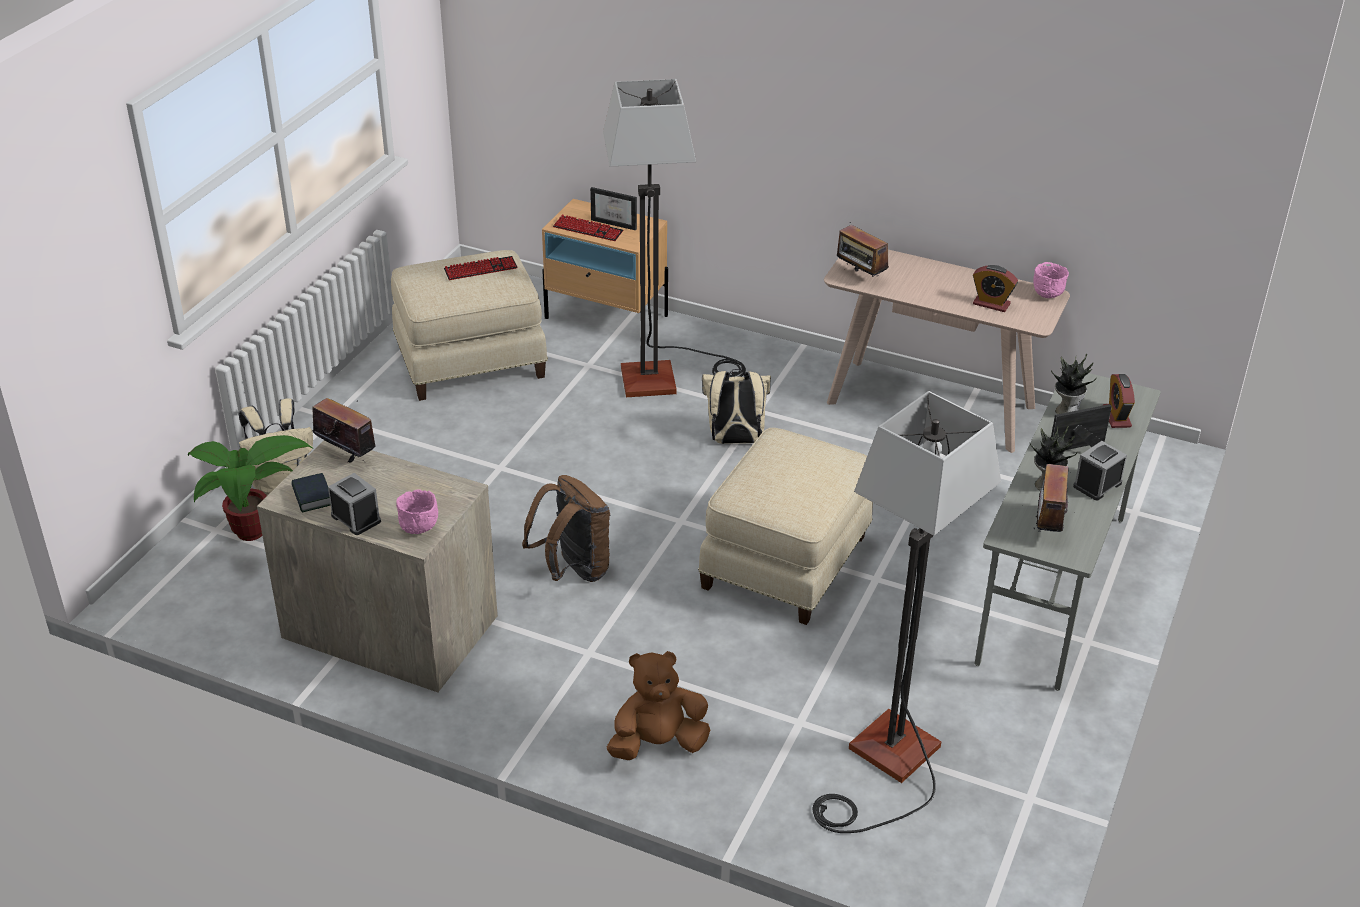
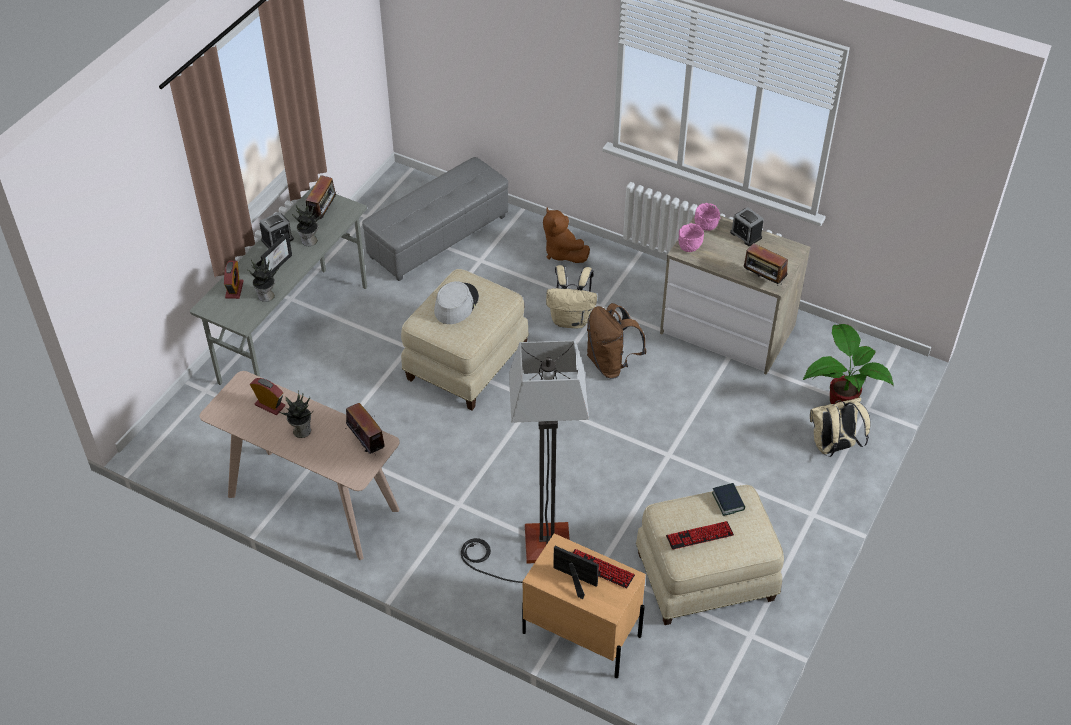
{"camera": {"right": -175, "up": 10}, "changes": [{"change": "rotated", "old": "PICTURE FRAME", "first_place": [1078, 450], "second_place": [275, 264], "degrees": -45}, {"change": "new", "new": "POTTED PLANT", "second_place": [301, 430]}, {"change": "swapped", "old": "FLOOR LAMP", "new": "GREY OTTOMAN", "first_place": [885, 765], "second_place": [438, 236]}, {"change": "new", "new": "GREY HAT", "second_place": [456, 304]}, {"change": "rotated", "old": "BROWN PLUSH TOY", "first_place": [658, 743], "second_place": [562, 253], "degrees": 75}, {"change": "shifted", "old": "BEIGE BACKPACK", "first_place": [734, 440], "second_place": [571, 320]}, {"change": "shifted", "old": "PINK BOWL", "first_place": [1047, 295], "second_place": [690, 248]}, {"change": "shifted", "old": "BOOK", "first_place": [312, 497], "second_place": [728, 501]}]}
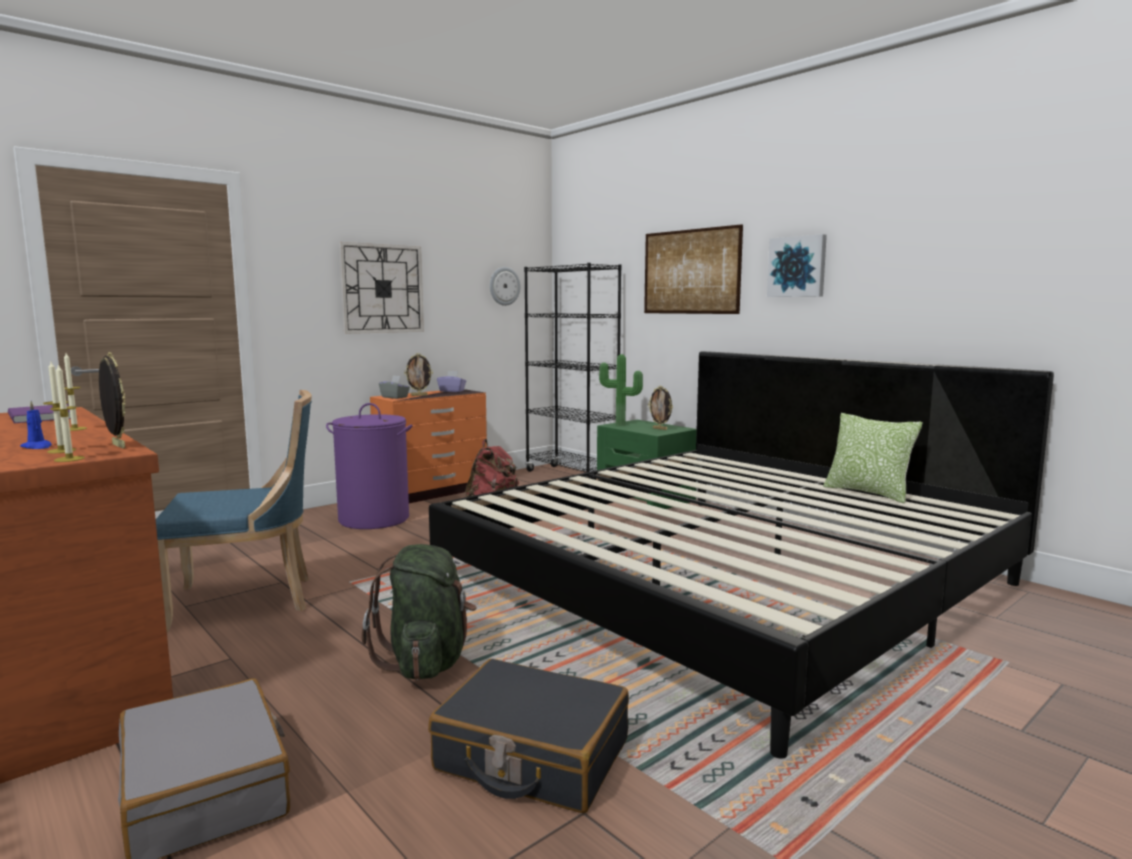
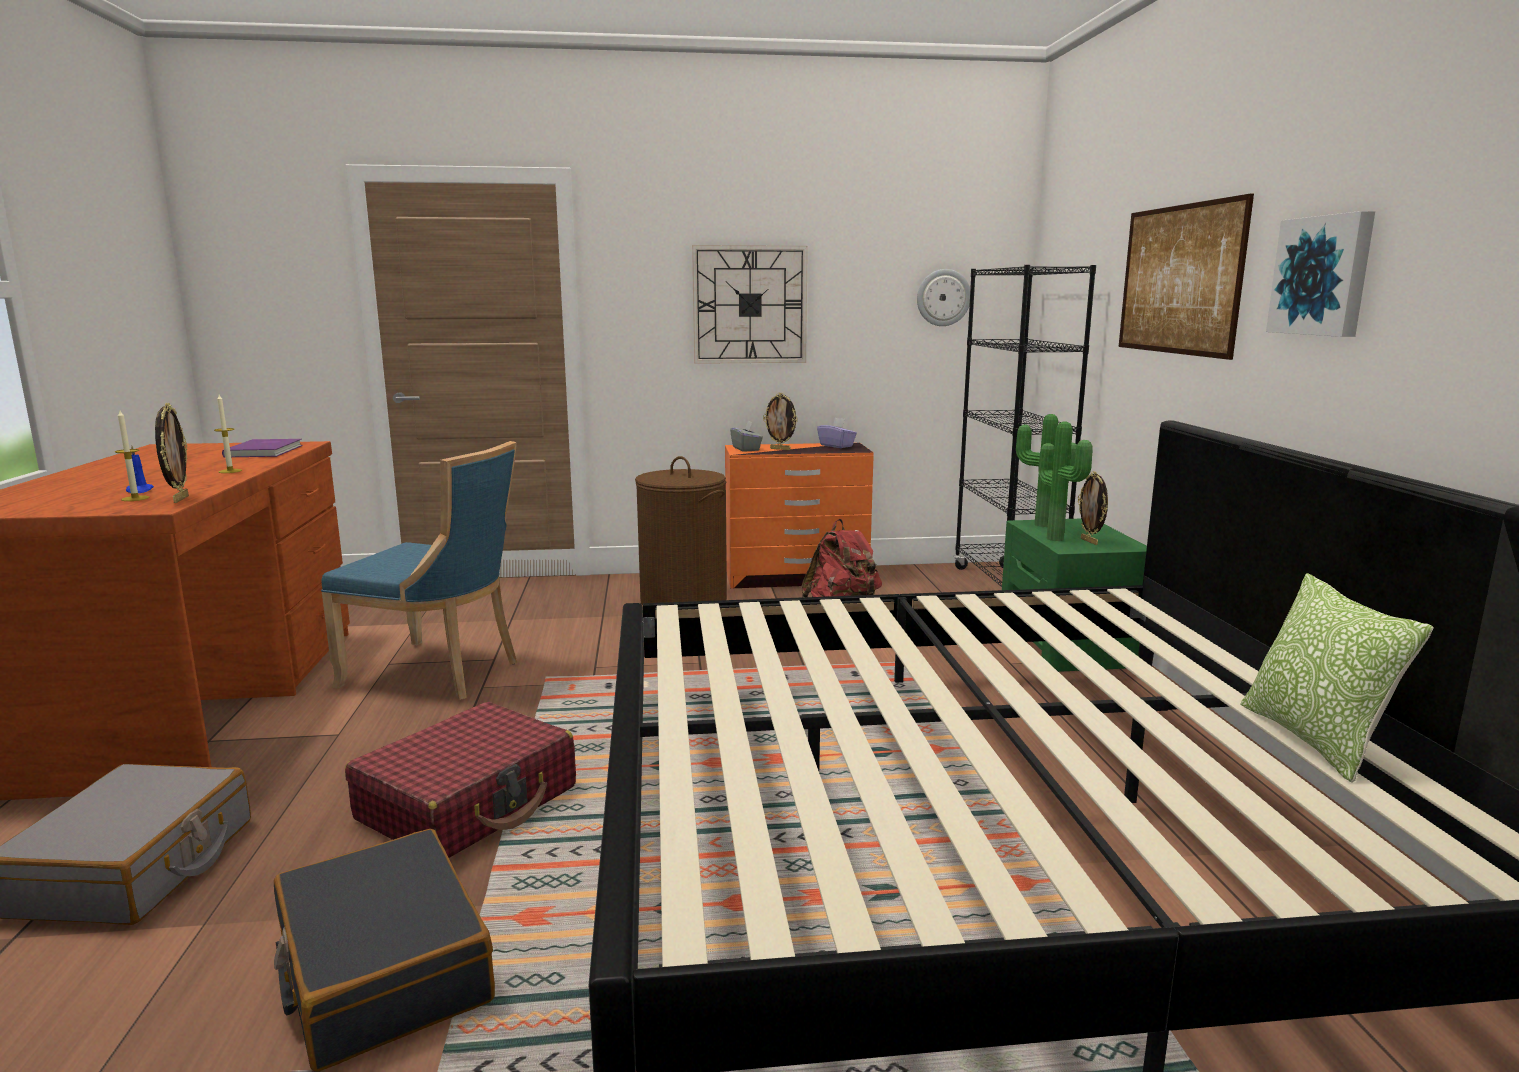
{"camera": {"right": 35, "up": 5}, "changes": [{"change": "swapped", "old": "GREEN BACKPACK", "new": "RED SUITCASE", "first_place": [426, 662], "second_place": [469, 803]}, {"change": "repainted", "old": "PURPLE LAUNDRY BASKET", "new": "BROWN LAUNDRY BASKET", "first_place": [373, 519], "second_place": [683, 601]}, {"change": "new", "new": "POTTED PLANT", "second_place": [1057, 538]}, {"change": "gone", "old": "CANDLE", "first_place": [69, 459]}]}
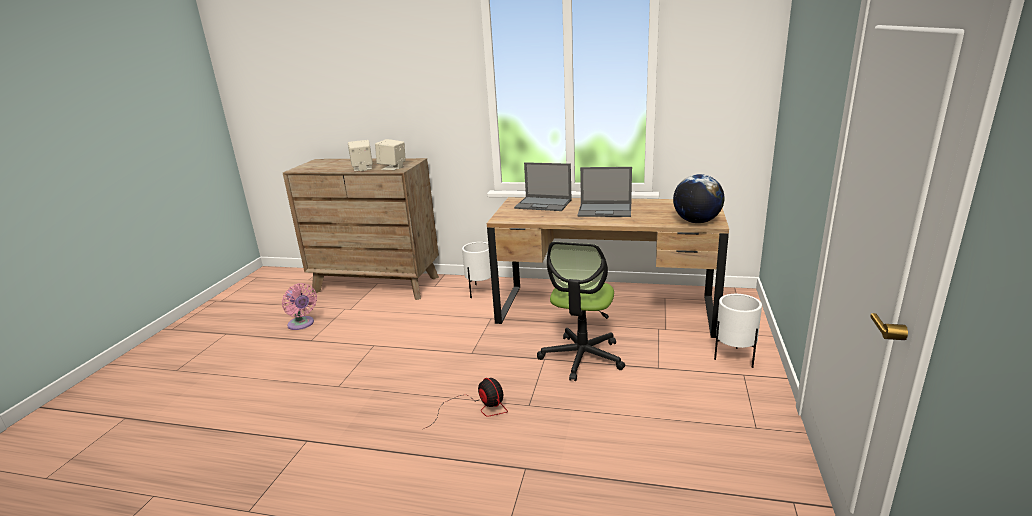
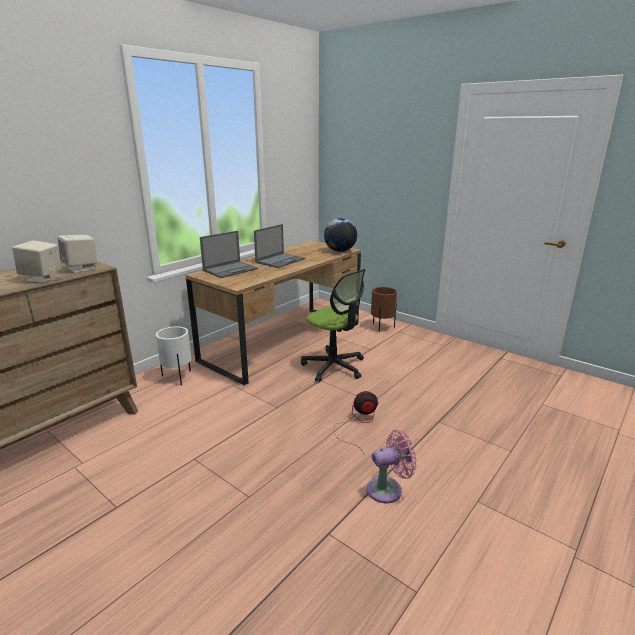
{"camera": {"right": -65, "up": 0}, "changes": [{"change": "shifted", "old": "PINK FAN", "first_place": [302, 324], "second_place": [388, 489]}, {"change": "repainted", "old": "WHITE PLANTER", "new": "BROWN PLANTER", "first_place": [734, 359], "second_place": [382, 328]}]}
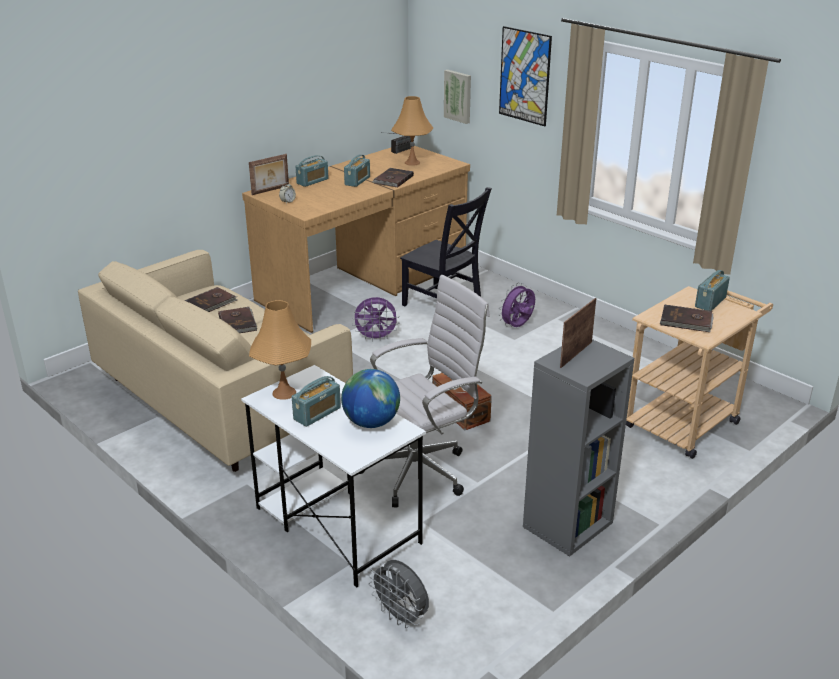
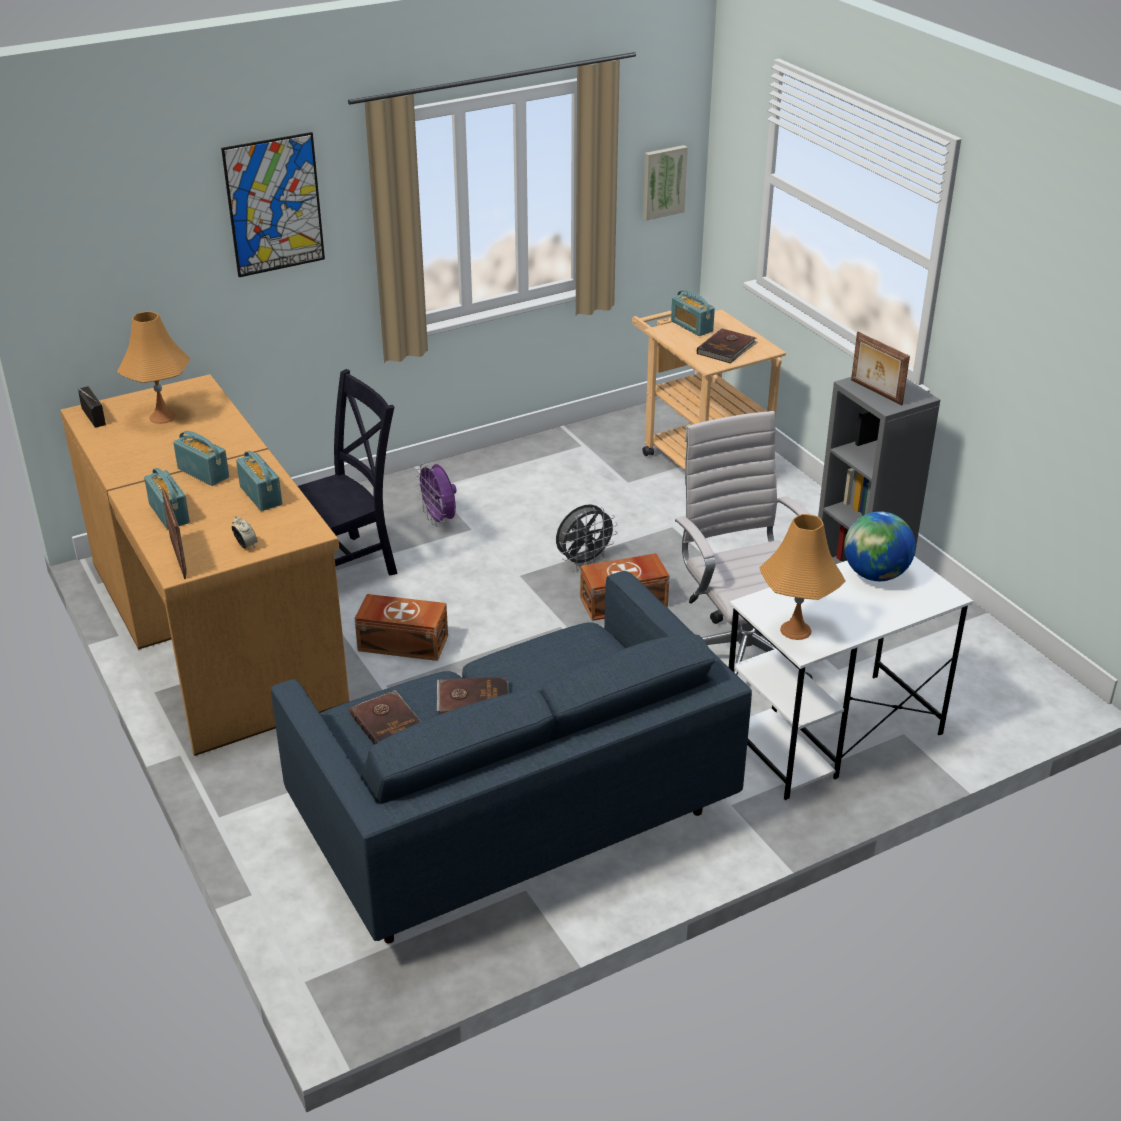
{"camera": {"right": -75, "up": 5}, "changes": [{"change": "shifted", "old": "RADIO", "first_place": [317, 413], "second_place": [261, 496]}, {"change": "repainted", "old": "BEIGE SOFA", "new": "BLUE SOFA", "first_place": [222, 401], "second_place": [511, 815]}, {"change": "swapped", "old": "PURPLE FAN", "new": "BROWN STORAGE BOX", "first_place": [376, 338], "second_place": [402, 642]}, {"change": "shifted", "old": "GREY FAN", "first_place": [401, 617], "second_place": [584, 561]}, {"change": "shifted", "old": "PICTURE", "first_place": [458, 96], "second_place": [663, 181]}, {"change": "gone", "old": "BROWN BOOK", "first_place": [393, 179]}]}
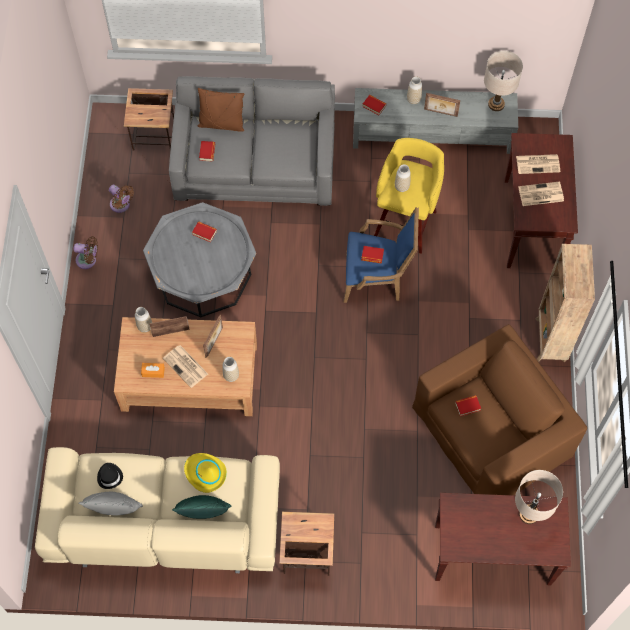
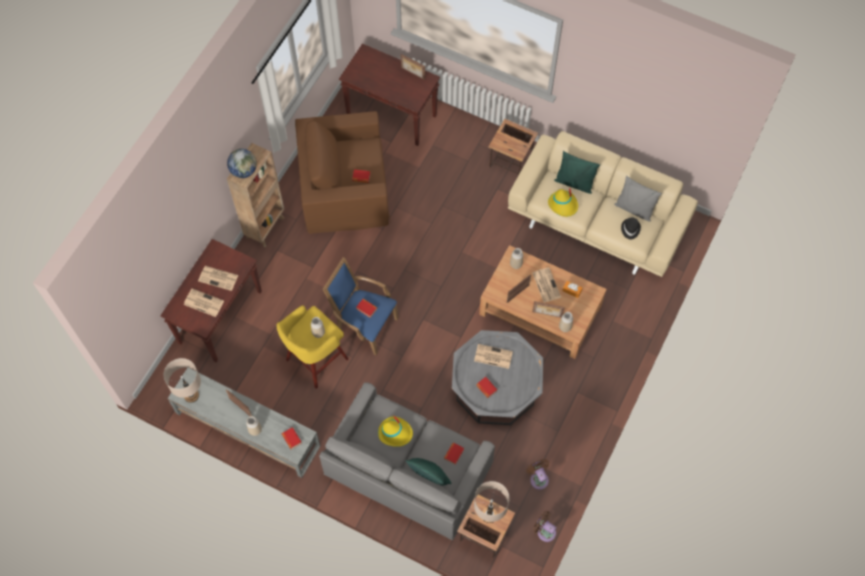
{"camera": {"right": -155, "up": 0}, "changes": [{"change": "new", "new": "GLOBE", "second_place": [244, 171]}, {"change": "new", "new": "YELLOW HAT", "second_place": [395, 433]}, {"change": "new", "new": "PICTURE FRAME", "second_place": [412, 74]}, {"change": "repainted", "old": "BROWN PILLOW", "new": "GREEN PILLOW", "first_place": [221, 124], "second_place": [429, 476]}, {"change": "new", "new": "NEWSPAPER", "second_place": [492, 356]}, {"change": "shifted", "old": "BEIGE TABLE LAMP", "first_place": [529, 514], "second_place": [489, 515]}, {"change": "shifted", "old": "BROWN FAN", "first_place": [88, 260], "second_place": [544, 531]}]}
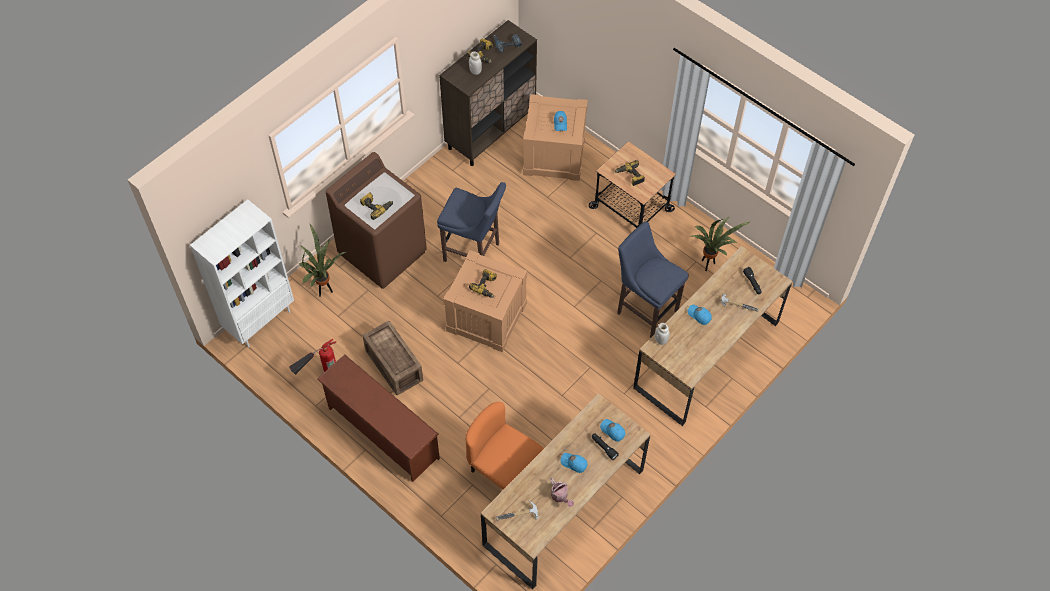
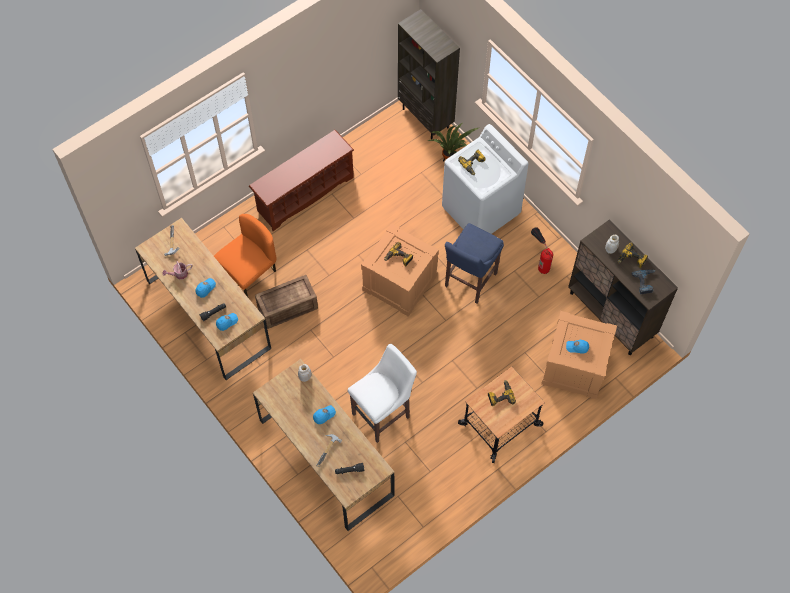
{"camera": {"right": 100, "up": 5}, "changes": [{"change": "shifted", "old": "CRATE", "first_place": [393, 366], "second_place": [286, 307]}, {"change": "repainted", "old": "BLUE STOOL", "new": "WHITE STOOL", "first_place": [645, 310], "second_place": [383, 414]}, {"change": "repainted", "old": "WHITE BOOKCASE", "new": "BROWN BOOKCASE", "first_place": [260, 321], "second_place": [426, 118]}, {"change": "repainted", "old": "BROWN WASHING MACHINE", "new": "WHITE WASHING MACHINE", "first_place": [383, 252], "second_place": [481, 211]}, {"change": "shifted", "old": "FIRE EXTINGUISHER", "first_place": [318, 374], "second_place": [539, 259]}, {"change": "gone", "old": "POTTED PLANT", "first_place": [708, 265]}]}
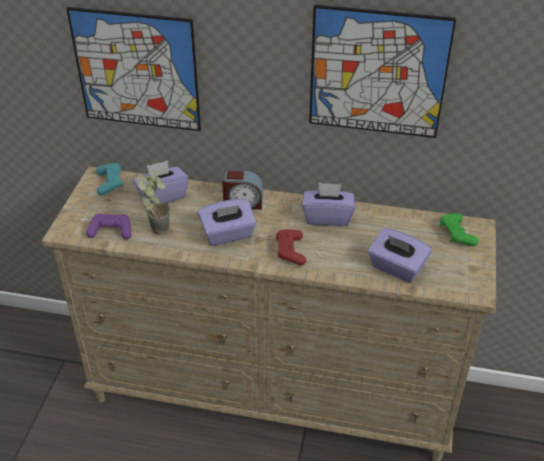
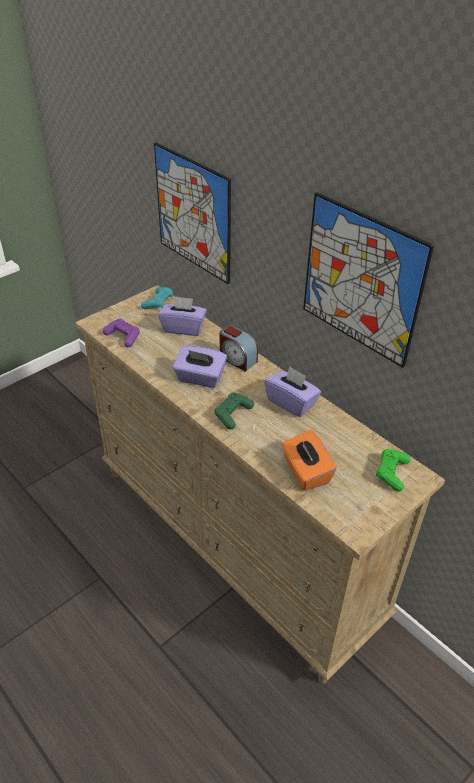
{"camera": {"right": 35, "up": 0}, "changes": [{"change": "repainted", "old": "RED GAME CONTROLLER", "new": "GREEN GAME CONTROLLER", "first_place": [290, 251], "second_place": [233, 414]}, {"change": "repainted", "old": "PURPLE TISSUE BOX", "new": "ORANGE TISSUE BOX", "first_place": [396, 267], "second_place": [305, 472]}, {"change": "gone", "old": "POTTED PLANT", "first_place": [157, 226]}]}
